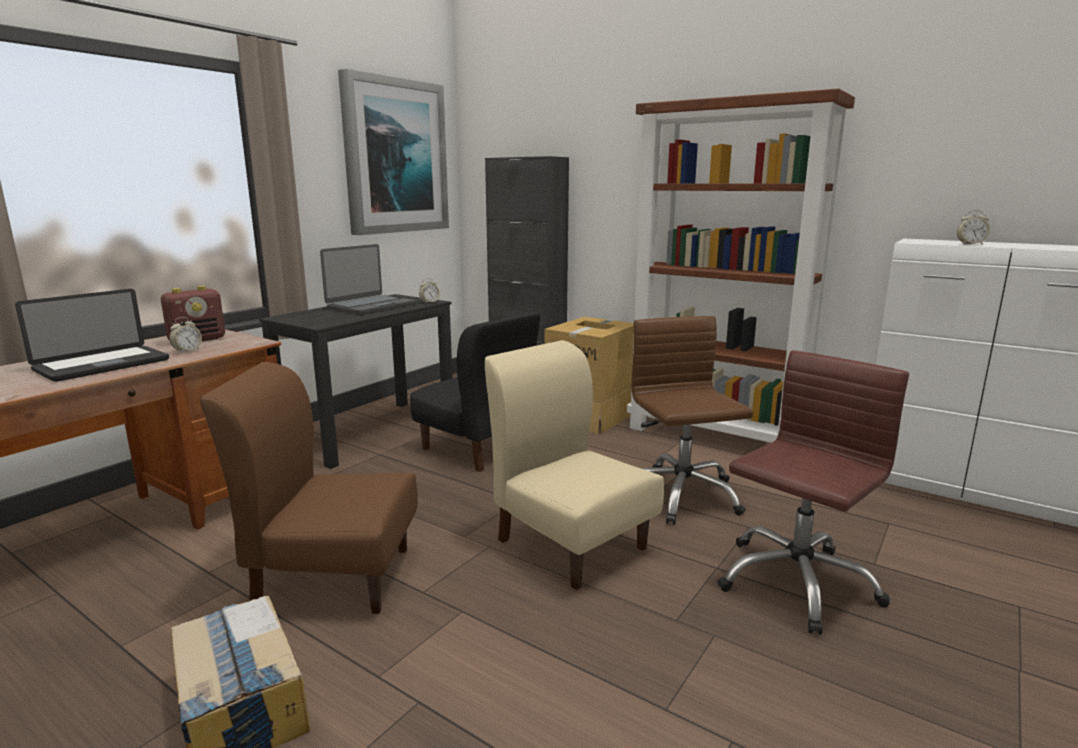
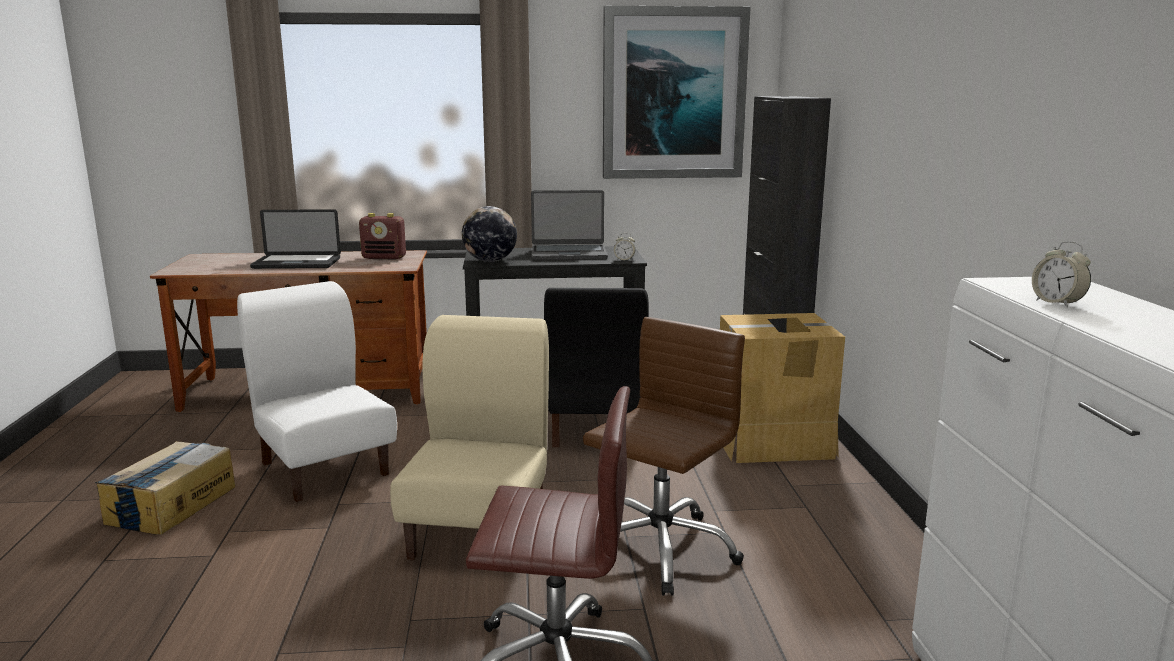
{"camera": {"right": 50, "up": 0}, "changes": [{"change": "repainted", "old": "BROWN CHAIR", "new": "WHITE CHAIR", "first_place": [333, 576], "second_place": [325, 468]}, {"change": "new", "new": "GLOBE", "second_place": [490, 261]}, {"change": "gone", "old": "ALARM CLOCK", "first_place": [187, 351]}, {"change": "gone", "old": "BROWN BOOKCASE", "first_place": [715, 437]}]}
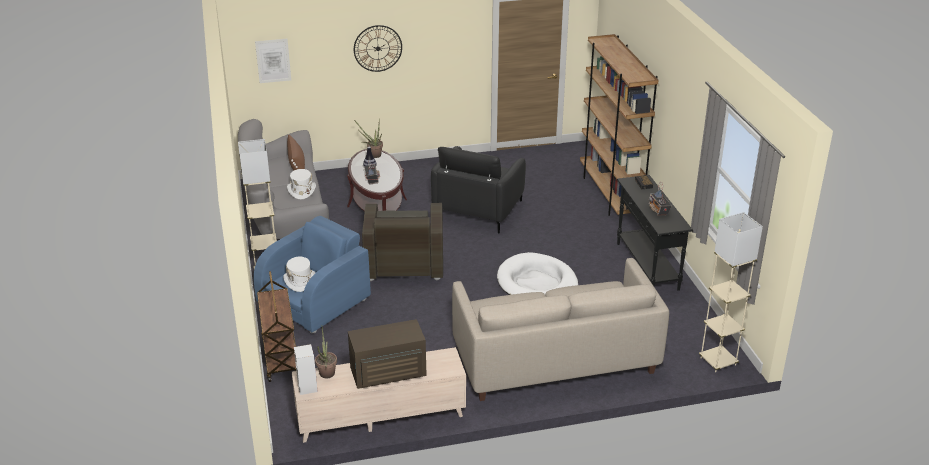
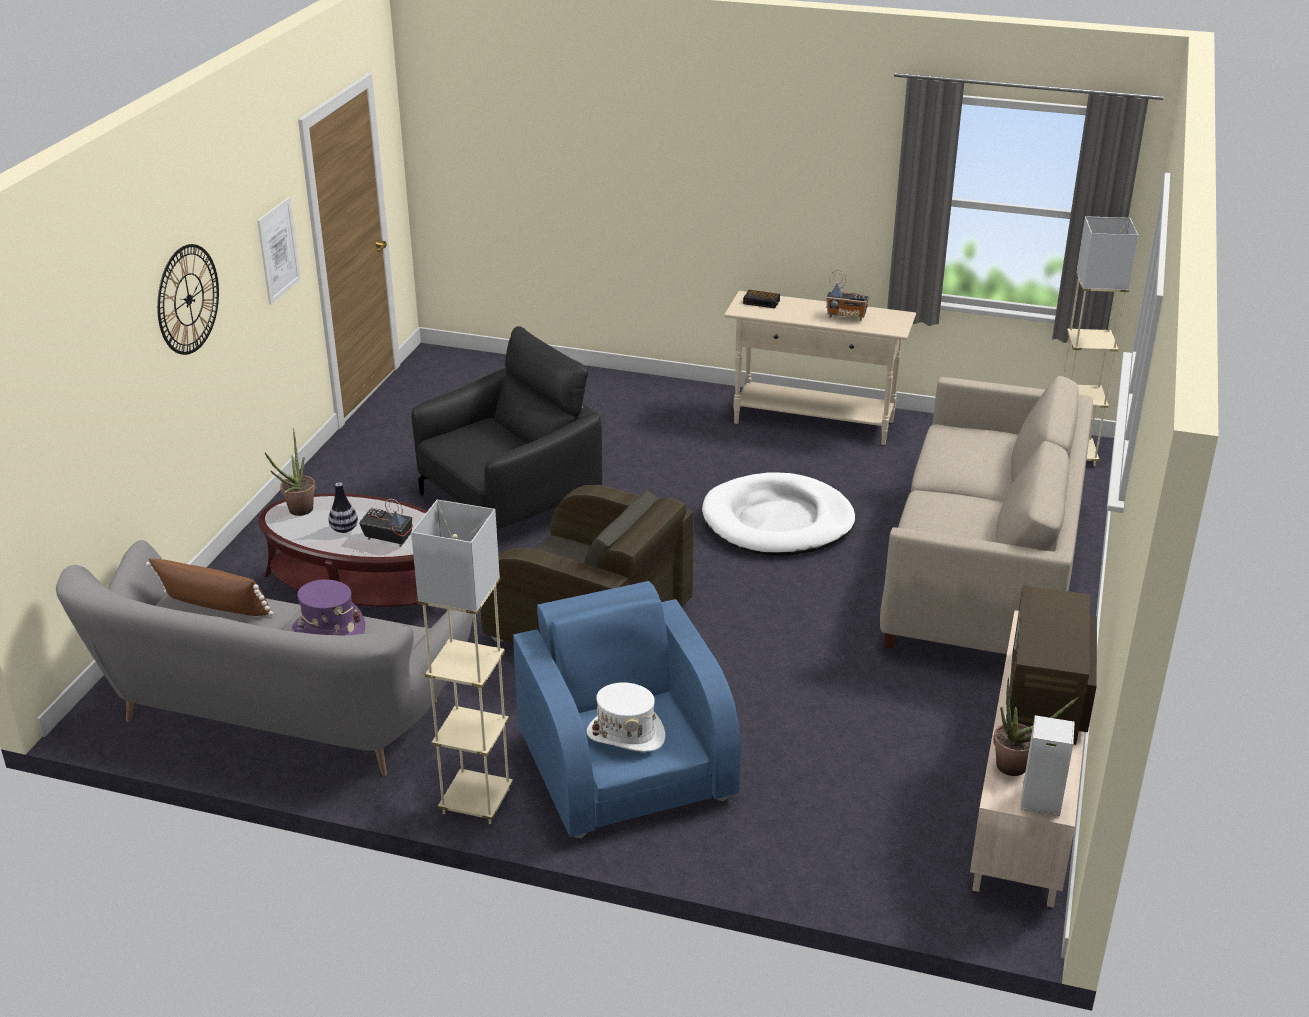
{"camera": {"right": -60, "up": 0}, "changes": [{"change": "shifted", "old": "PICTURE", "first_place": [273, 60], "second_place": [278, 250]}, {"change": "repainted", "old": "WHITE HAT", "new": "PURPLE HAT", "first_place": [301, 191], "second_place": [328, 629]}, {"change": "rotated", "old": "BLACK ARMCHAIR", "first_place": [478, 210], "second_place": [509, 501], "degrees": -90}, {"change": "repainted", "old": "BLACK CONSOLE TABLE", "new": "BEIGE CONSOLE TABLE", "first_place": [647, 266], "second_place": [814, 423]}, {"change": "gone", "old": "BROWN CART", "first_place": [280, 357]}, {"change": "gone", "old": "BROWN BOOKCASE", "first_place": [610, 194]}]}
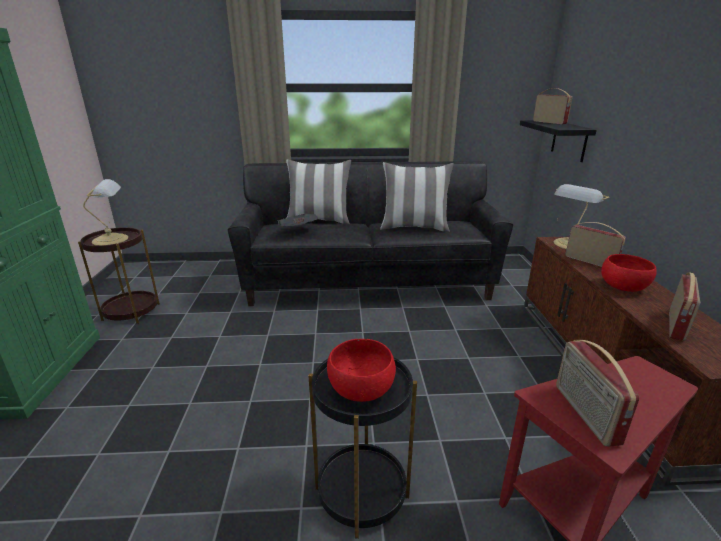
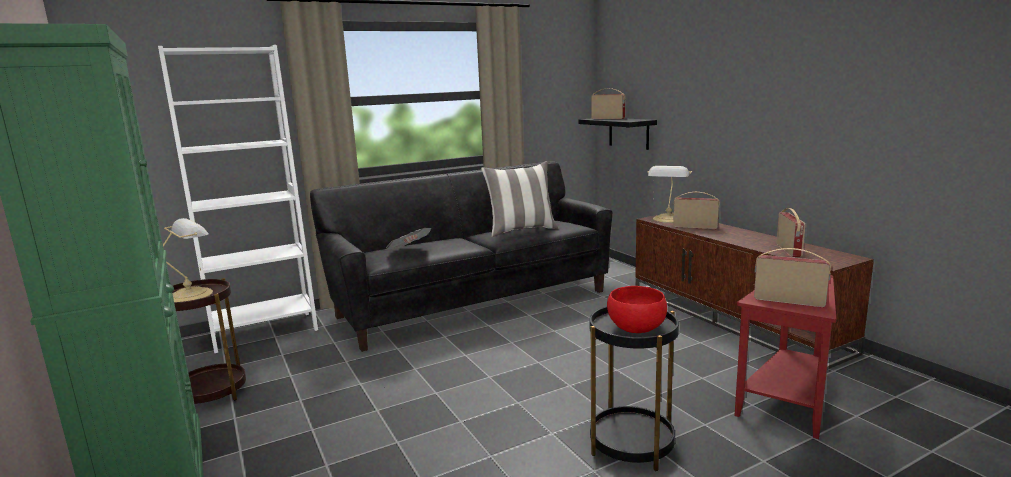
{"camera": {"right": -25, "up": -10}, "changes": [{"change": "new", "new": "WHITE BOOKCASE", "second_place": [264, 331]}, {"change": "rotated", "old": "RADIO", "first_place": [584, 414], "second_place": [789, 301], "degrees": 150}, {"change": "gone", "old": "PILLOW", "first_place": [319, 220]}, {"change": "gone", "old": "RED BOWL", "first_place": [623, 287]}]}
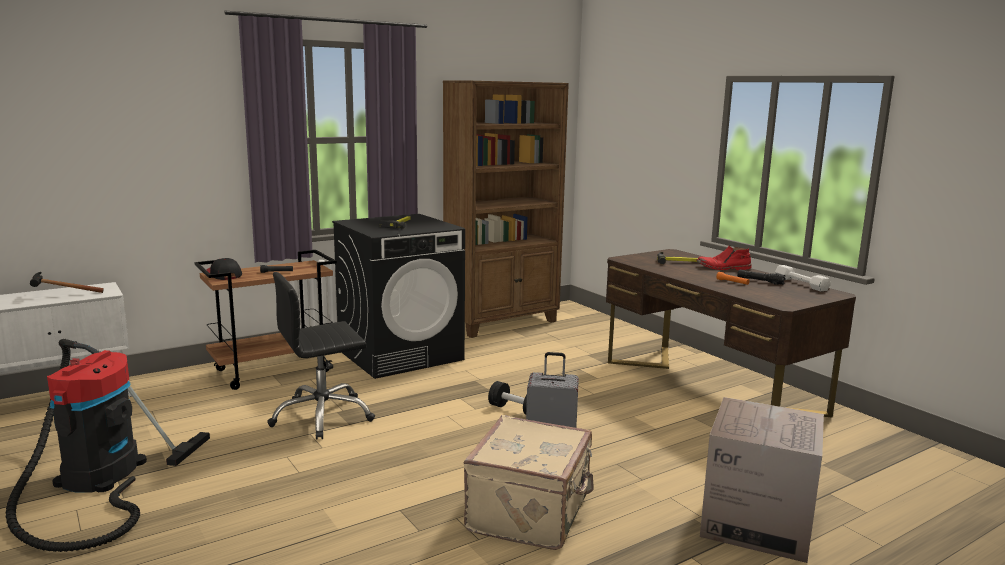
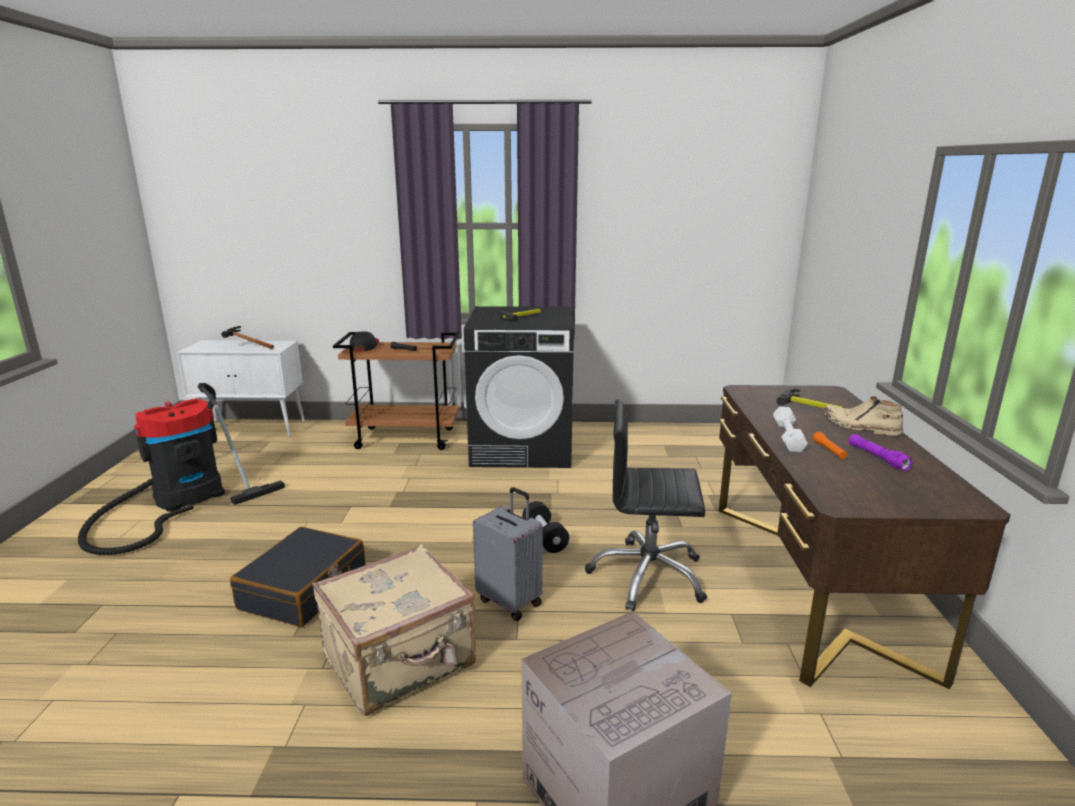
{"camera": {"right": 35, "up": 5}, "changes": [{"change": "new", "new": "BLACK SUITCASE", "second_place": [304, 590]}, {"change": "shifted", "old": "BLACK OFFICE CHAIR", "first_place": [322, 416], "second_place": [647, 576]}, {"change": "shifted", "old": "WHITE DUMBBELL", "first_place": [800, 284], "second_place": [787, 436]}, {"change": "repainted", "old": "RED BOOT", "new": "BEIGE BOOT", "first_place": [723, 268], "second_place": [860, 426]}, {"change": "repainted", "old": "BLACK FLASHLIGHT", "new": "PURPLE FLASHLIGHT", "first_place": [760, 281], "second_place": [877, 458]}, {"change": "gone", "old": "BROWN BOOKCASE", "first_place": [502, 322]}]}
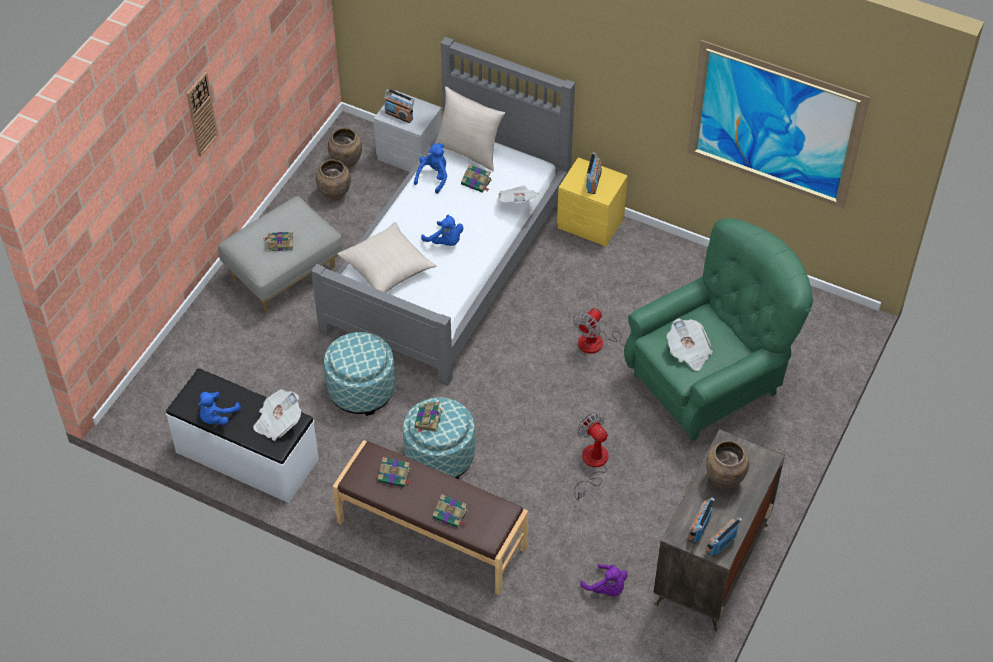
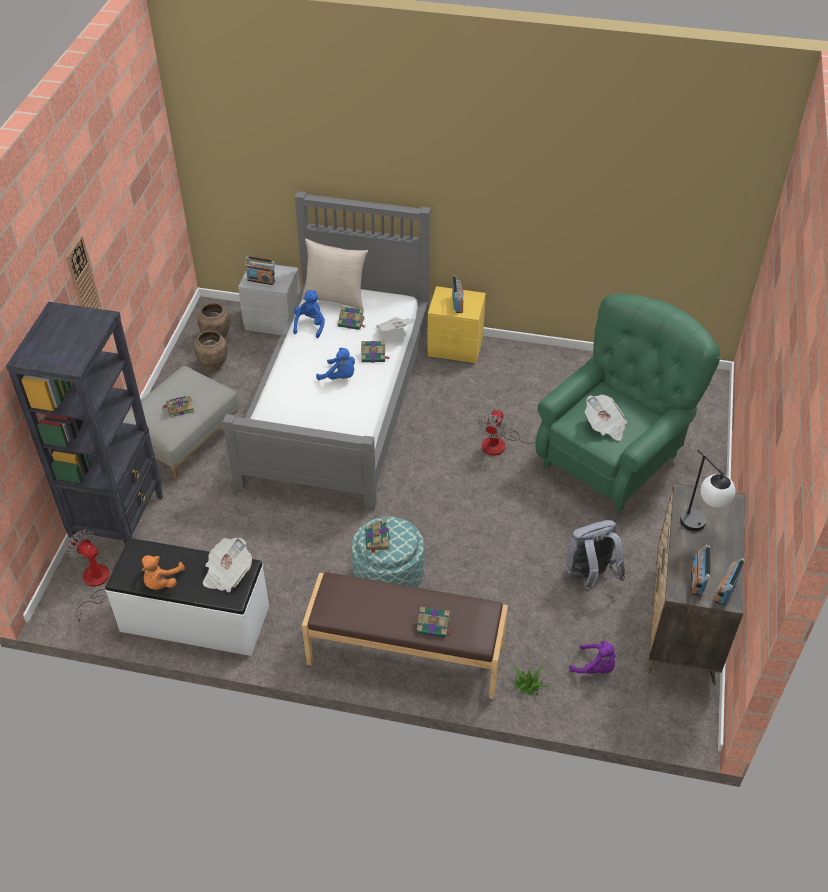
{"camera": {"right": -15, "up": -5}, "changes": [{"change": "new", "new": "BLACK BOOKCASE", "second_place": [120, 521]}, {"change": "shifted", "old": "FAN", "first_place": [592, 464], "second_place": [94, 584]}, {"change": "repainted", "old": "BLUE PLUSH TOY", "new": "ORANGE PLUSH TOY", "first_place": [217, 417], "second_place": [161, 581]}, {"change": "shifted", "old": "BOOK", "first_place": [395, 476], "second_place": [374, 356]}, {"change": "new", "new": "POTTED PLANT", "second_place": [528, 684]}, {"change": "new", "new": "GREY BACKPACK", "second_place": [590, 577]}, {"change": "swapped", "old": "BROWN VASE", "new": "TABLE LAMP", "first_place": [724, 479], "second_place": [700, 528]}, {"change": "gone", "old": "OTTOMAN", "first_place": [361, 390]}, {"change": "gone", "old": "BEIGE PILLOW", "first_place": [387, 268]}, {"change": "gone", "old": "PICTURE", "first_place": [774, 125]}]}
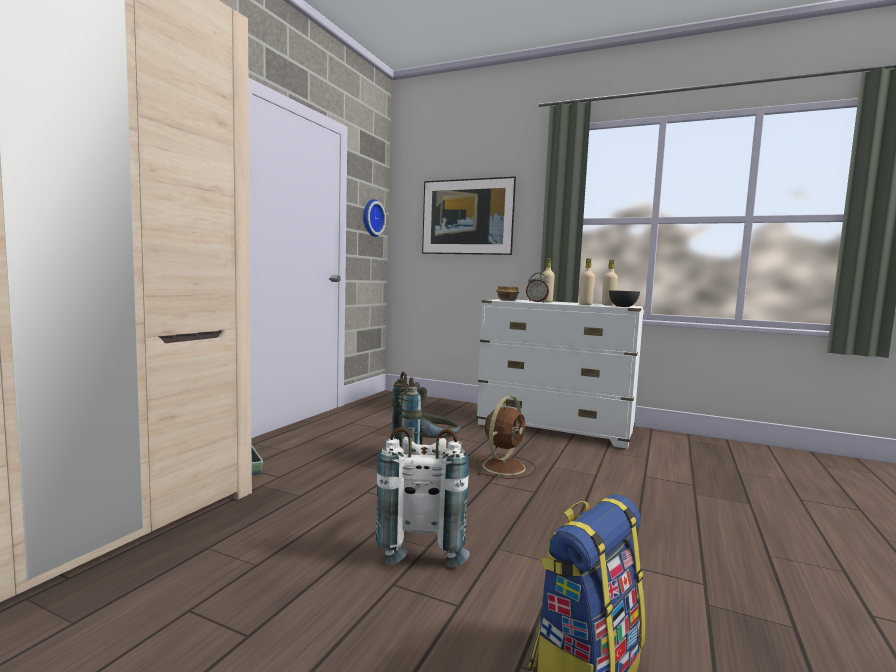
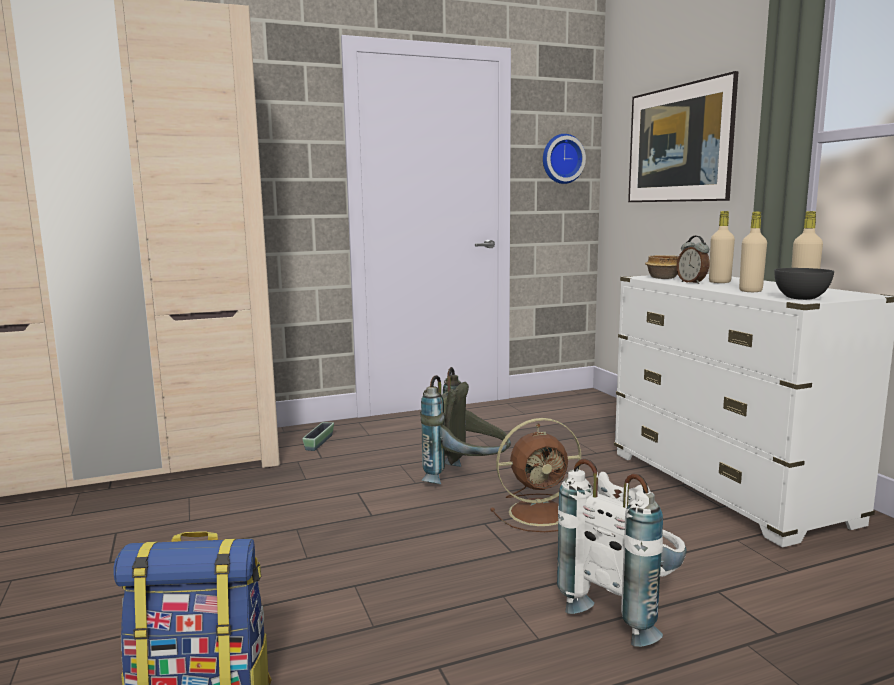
{"camera": {"right": 45, "up": 5}, "changes": [{"change": "shifted", "old": "WHITE BACKPACK", "first_place": [421, 545], "second_place": [624, 608]}]}
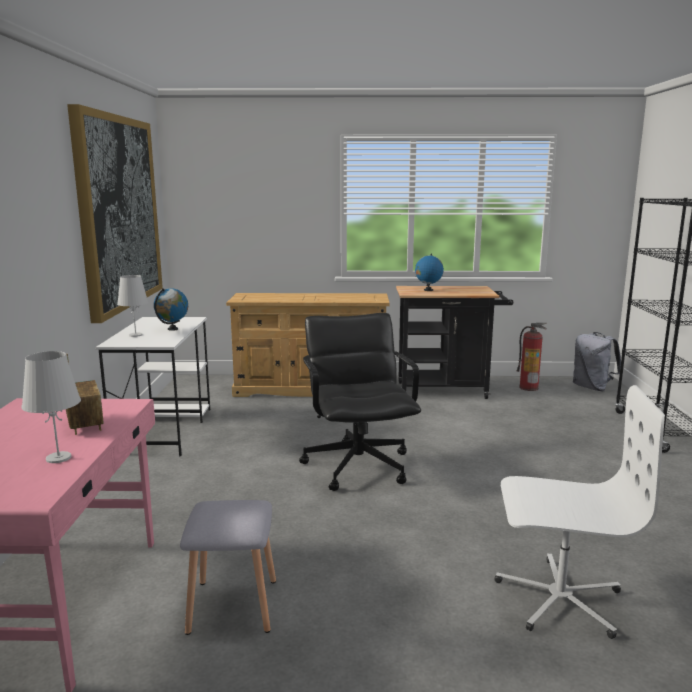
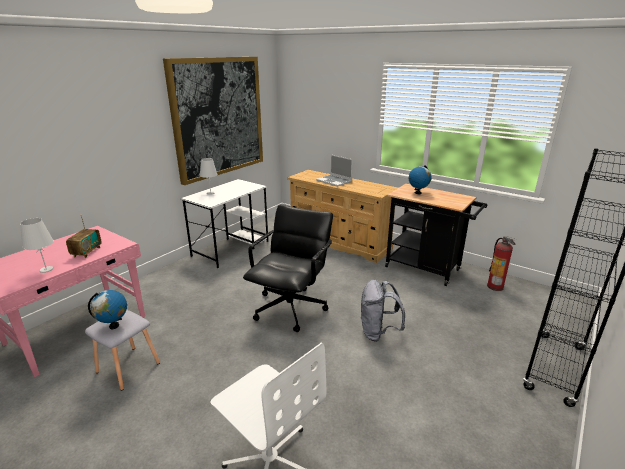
{"camera": {"right": 35, "up": 10}, "changes": [{"change": "shifted", "old": "GLOBE", "first_place": [172, 329], "second_place": [114, 326]}, {"change": "new", "new": "LAPTOP", "second_place": [334, 181]}, {"change": "shifted", "old": "GREY BACKPACK", "first_place": [592, 388], "second_place": [378, 332]}]}
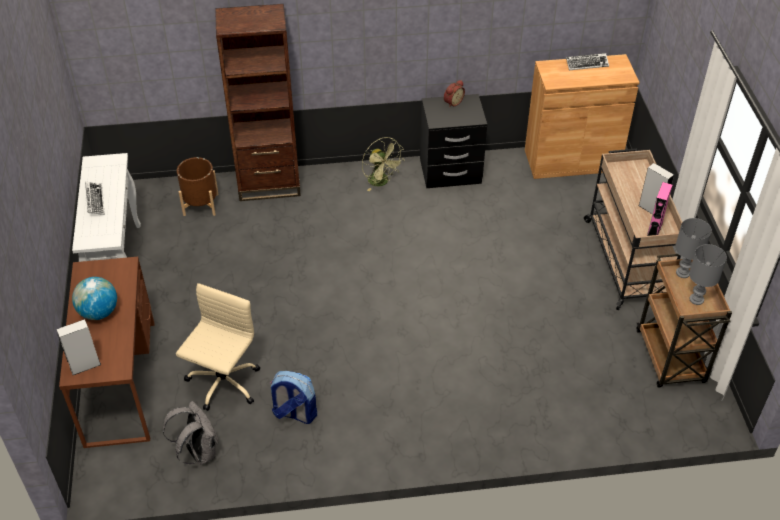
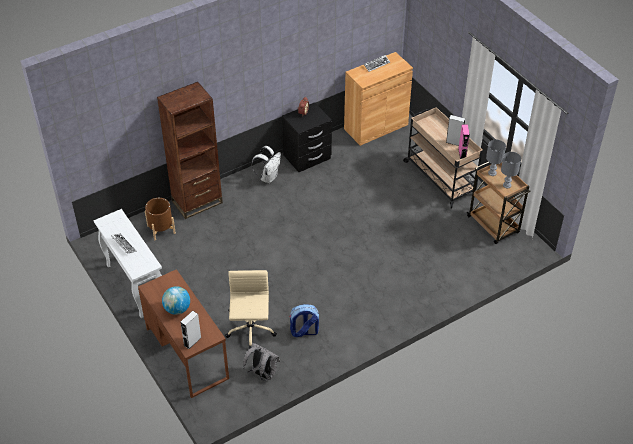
{"camera": {"right": -25, "up": 0}, "changes": [{"change": "swapped", "old": "GREEN FAN", "new": "WHITE BACKPACK", "first_place": [381, 182], "second_place": [268, 177]}]}
